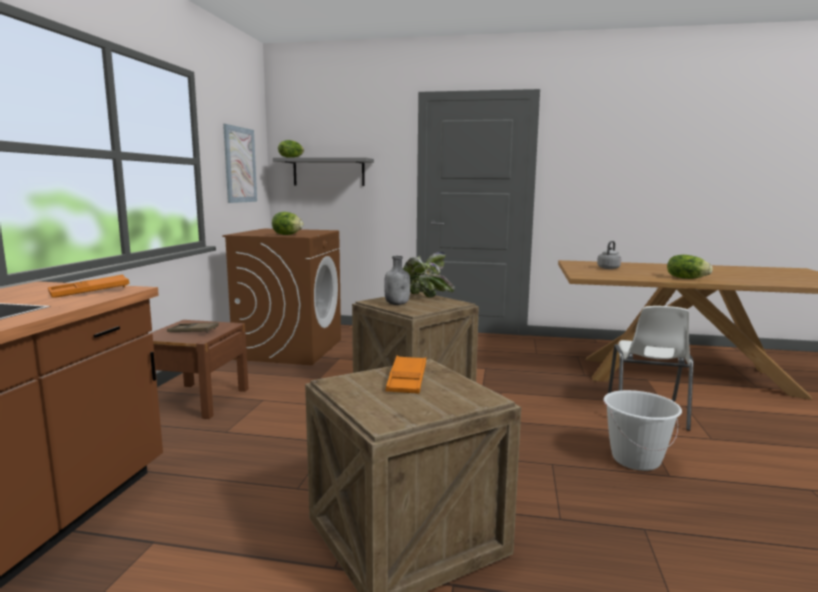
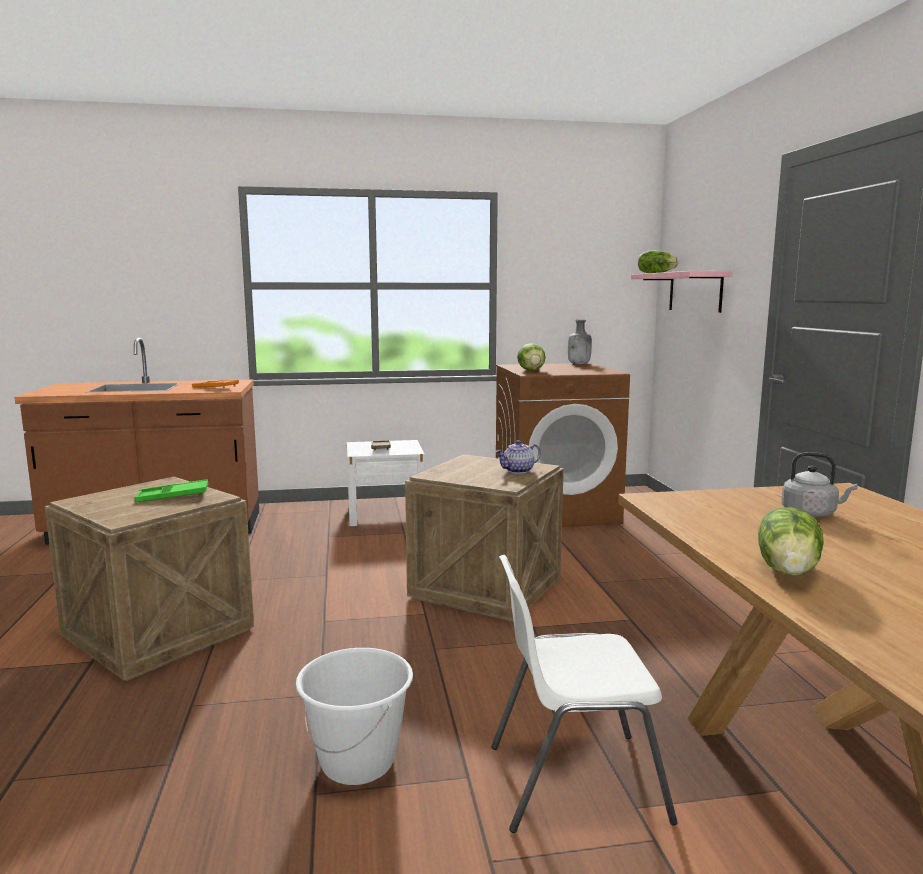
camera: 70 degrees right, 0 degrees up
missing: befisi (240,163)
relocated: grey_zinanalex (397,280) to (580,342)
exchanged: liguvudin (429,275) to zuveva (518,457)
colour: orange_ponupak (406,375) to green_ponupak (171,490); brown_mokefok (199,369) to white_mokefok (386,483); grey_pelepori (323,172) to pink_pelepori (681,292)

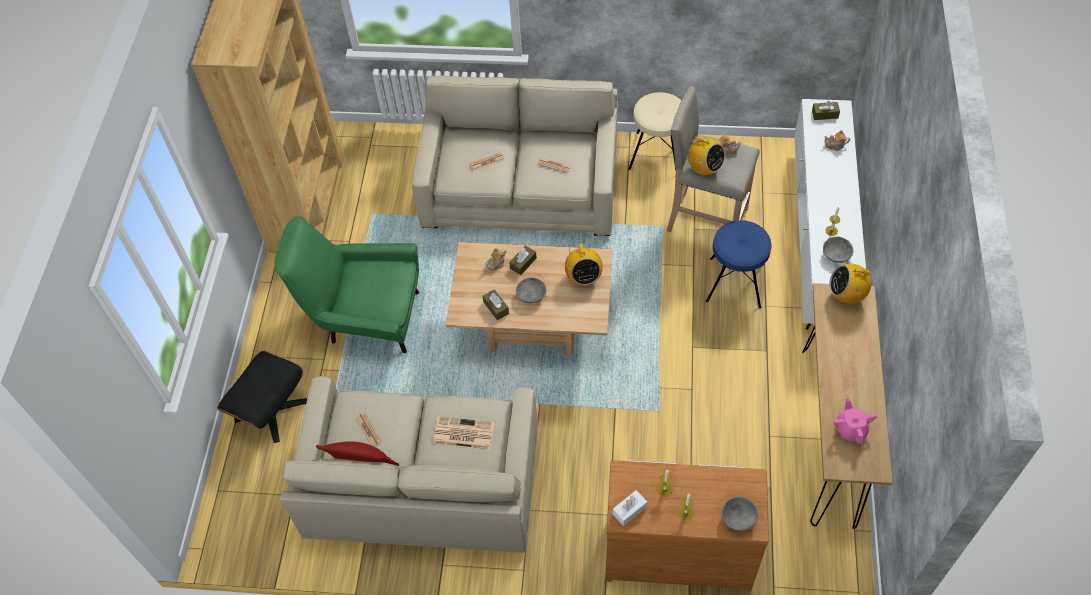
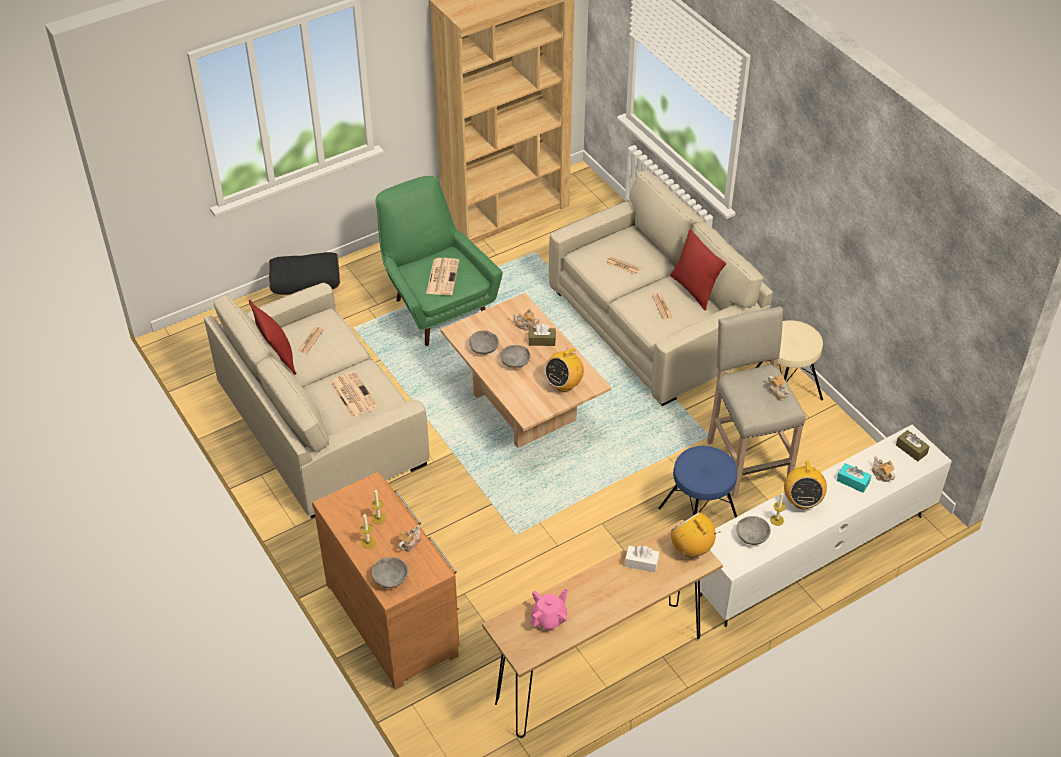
camera: 50 degrees right, 10 degrees down
appeared: zuveva (409,538); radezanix (442,276); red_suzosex (698,270); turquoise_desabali (854,478)
relocated: white_desabali (630,508) to (642,558); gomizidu (707,156) to (805,484)
exchanged: brown_desabali (496,304) to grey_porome (484,343)

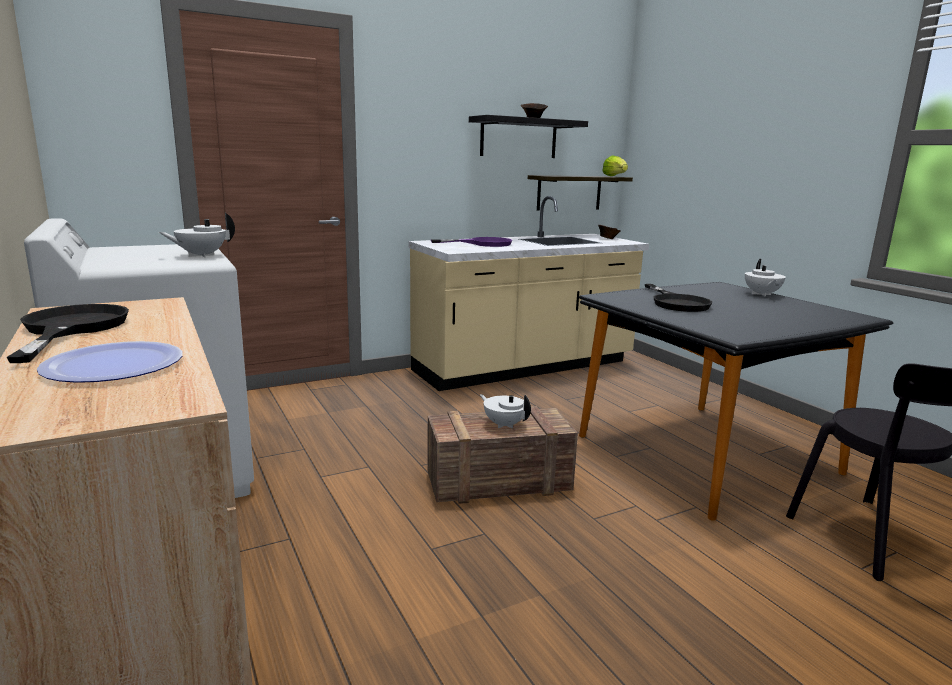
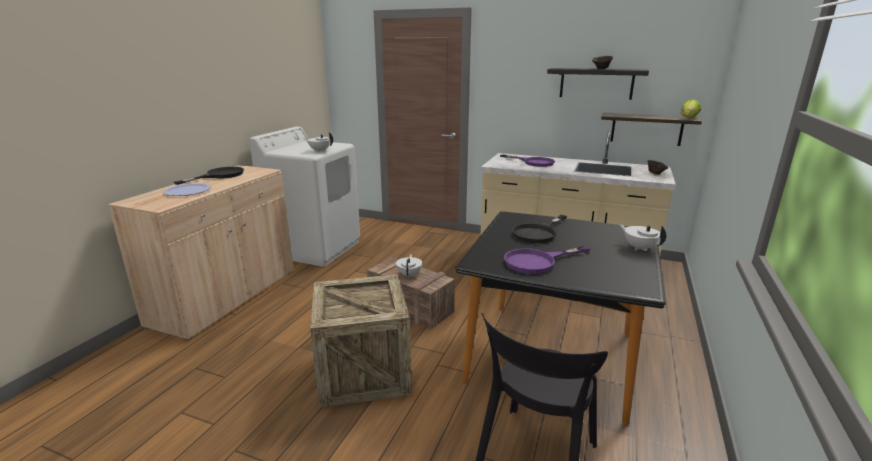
camera: 50 degrees right, 5 degrees up
appeared: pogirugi (361,341); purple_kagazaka (547,260)
spun: white_zuveva (765,278) = (642,237) 90 degrees clockwise

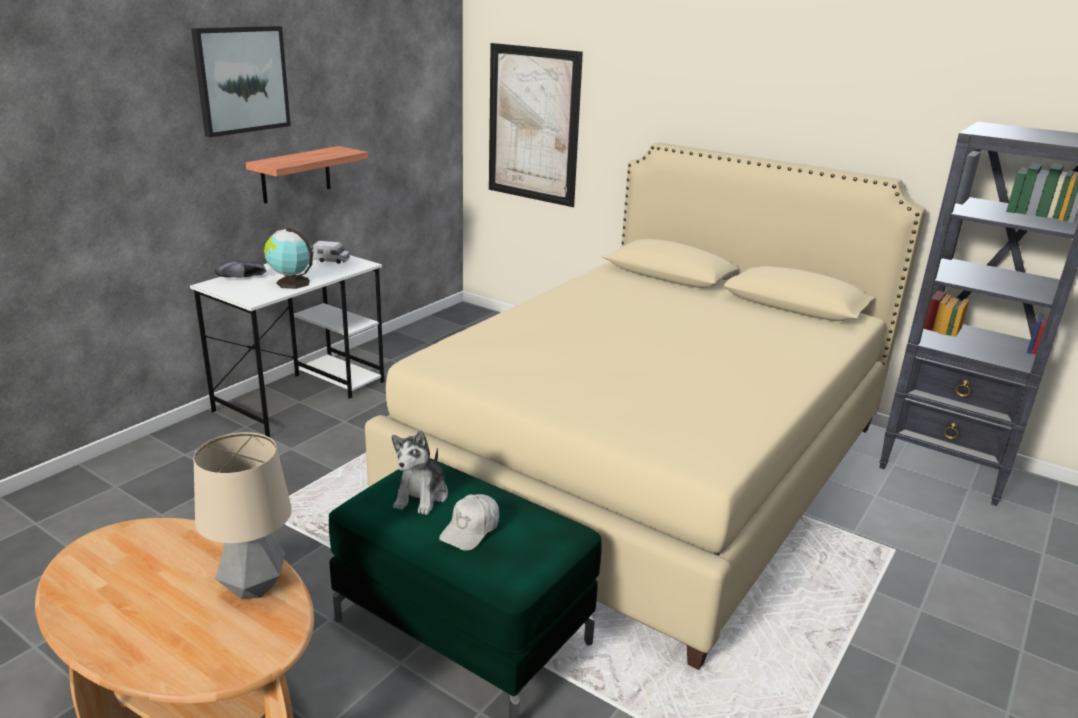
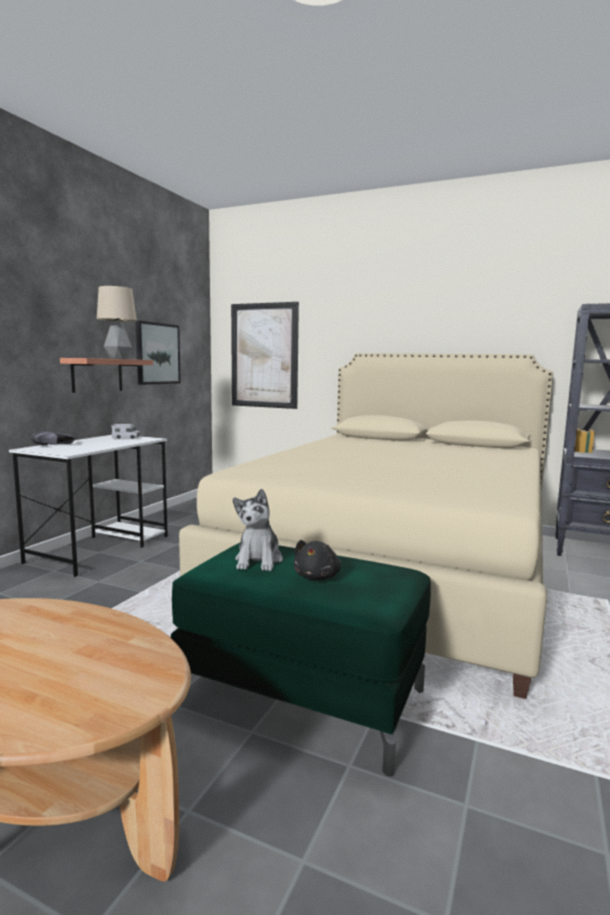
camera: 10 degrees left, 15 degrees down
missing: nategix (288,258)
relocated: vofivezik (243,515) to (117,322); befisi (241,81) to (158,353)
exchanged: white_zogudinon (469,522) to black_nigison (317,560)

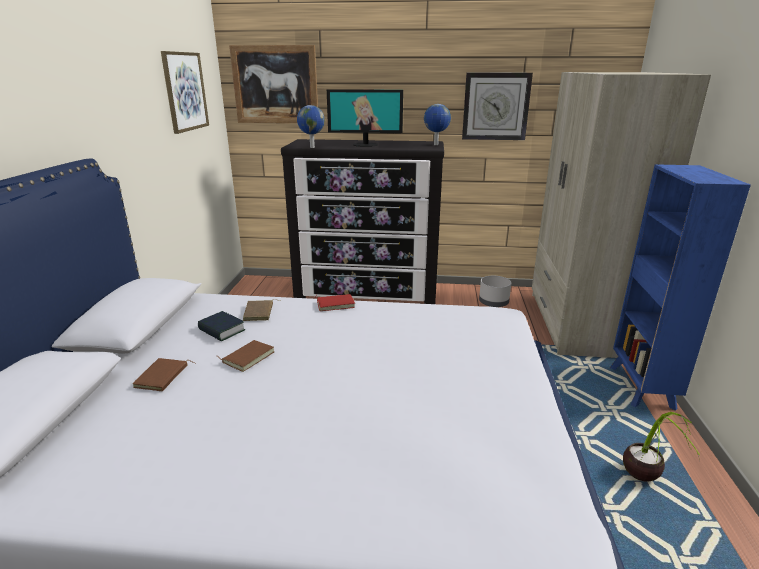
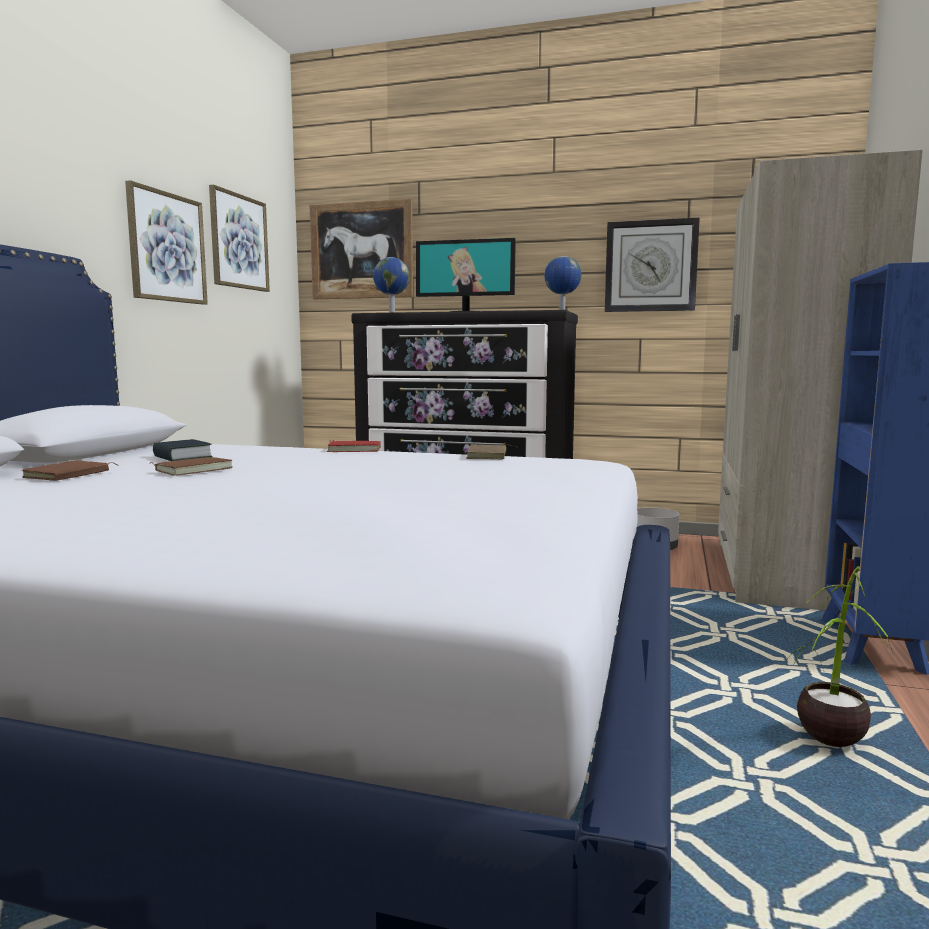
camera: 10 degrees right, 15 degrees down
appeared: befisi (166,242)
relocated: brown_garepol (261,310) to (489,452)

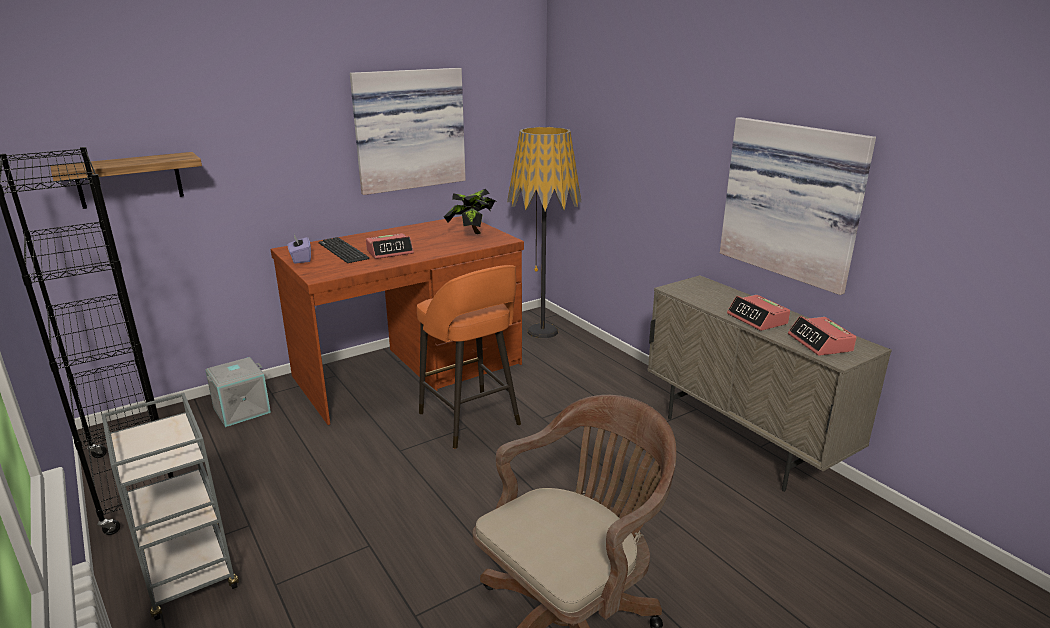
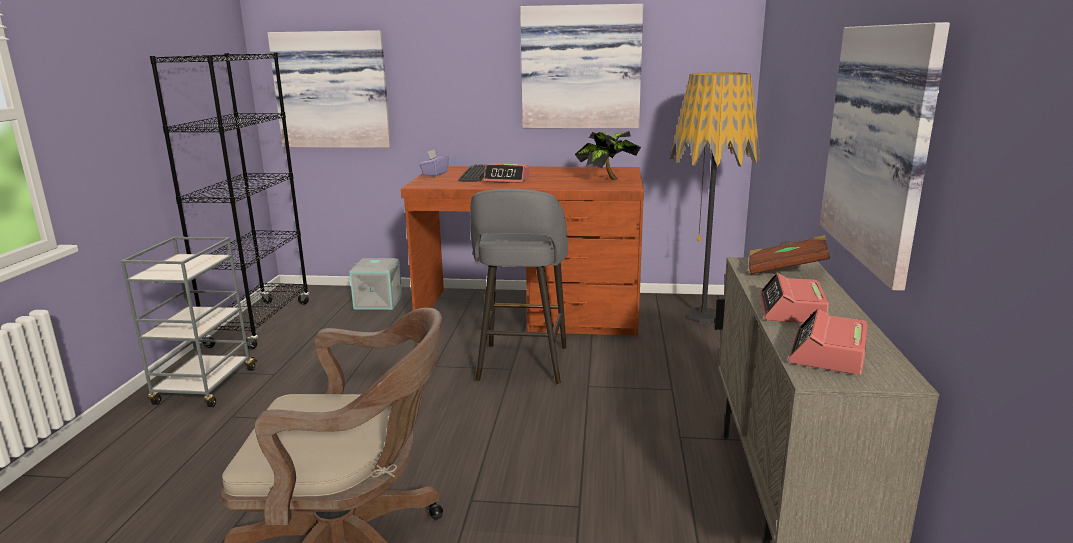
camera: 40 degrees right, 5 degrees down
appeared: brown_garepol (789,254)
exchanged: pelepori (126,180) to befisi (329,89)
colour: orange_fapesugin (469,357) to grey_fapesugin (519,286)

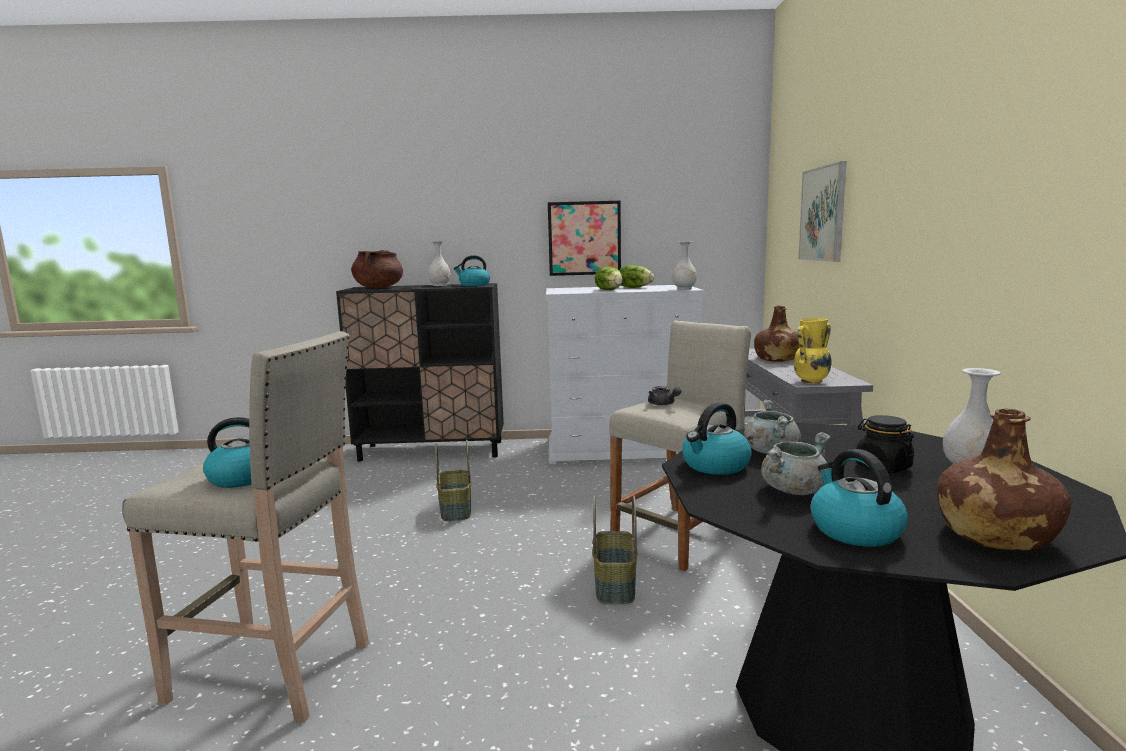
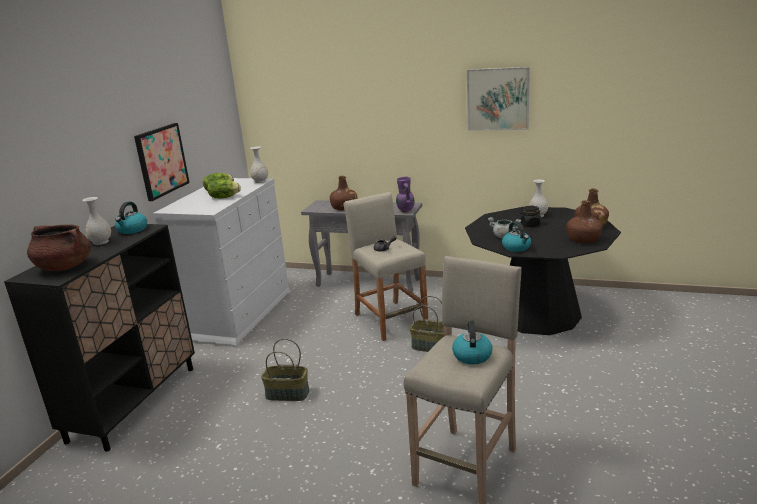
camera: 70 degrees left, 10 degrees up
missing: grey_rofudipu (795,463)
relocated: befisi (822,211) to (498,99)
exchanged: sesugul (859,498) to brown_zinanalex (584,222)
colour: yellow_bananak (812,351) to purple_bananak (405,194)

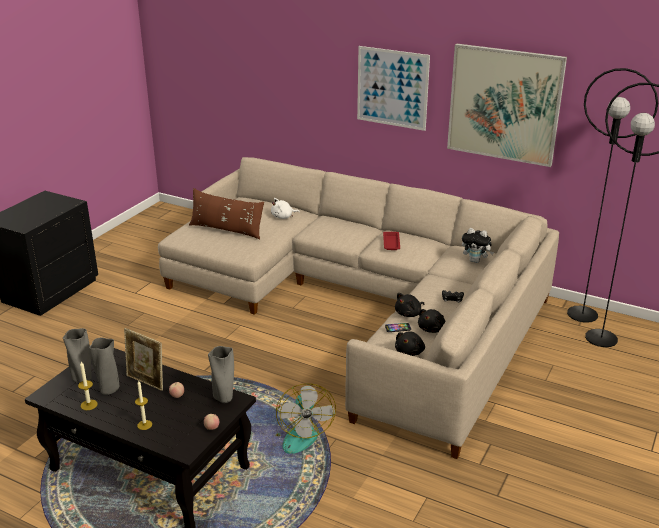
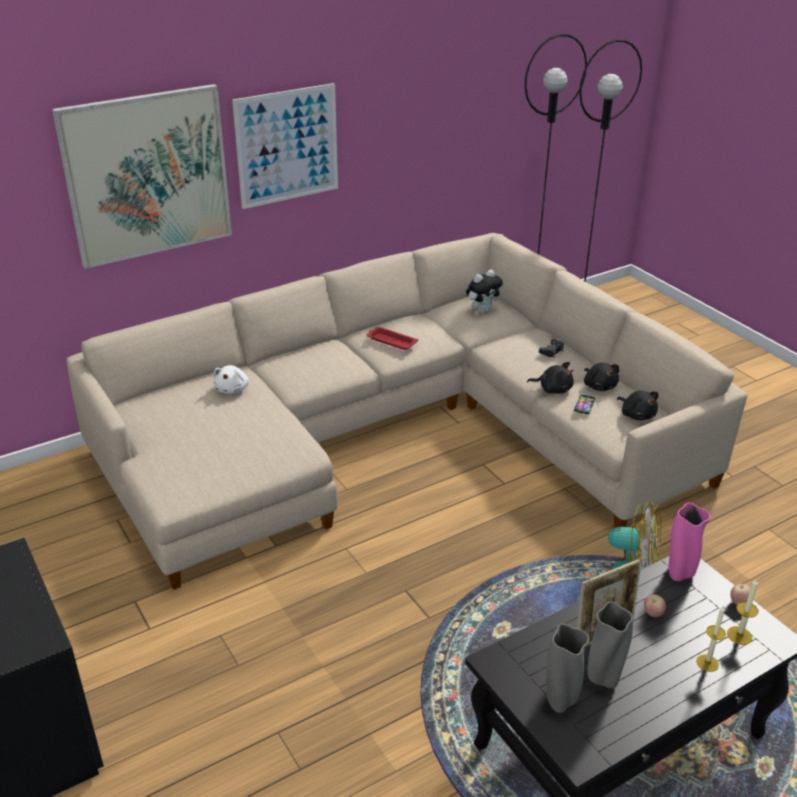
camera: 60 degrees left, 5 degrees up
missing: brown_suzosex (226,213)
relocated: befisi (507,105) to (142,176); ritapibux (88,386) to (742,611)
colour: grey_bananak (221,374) to pink_bananak (689,542)
spun: black_nigison (409,305) = (550,378) 60 degrees counterclockwise

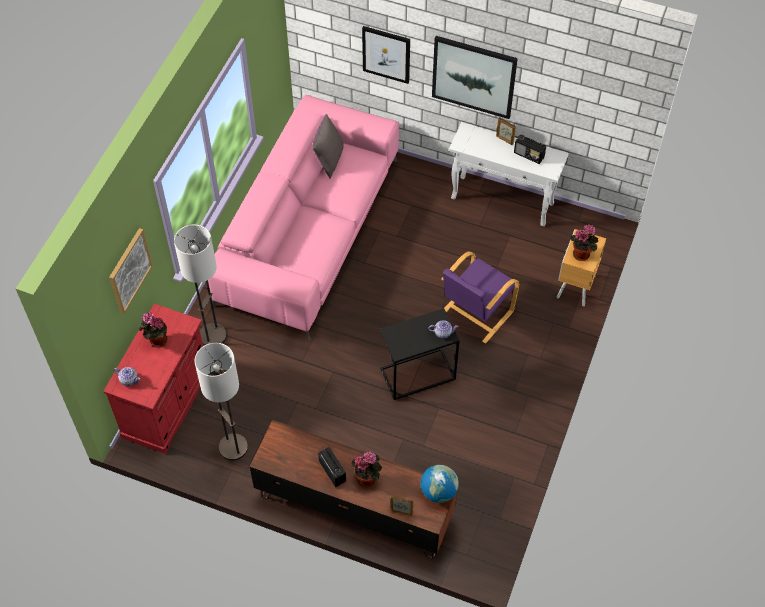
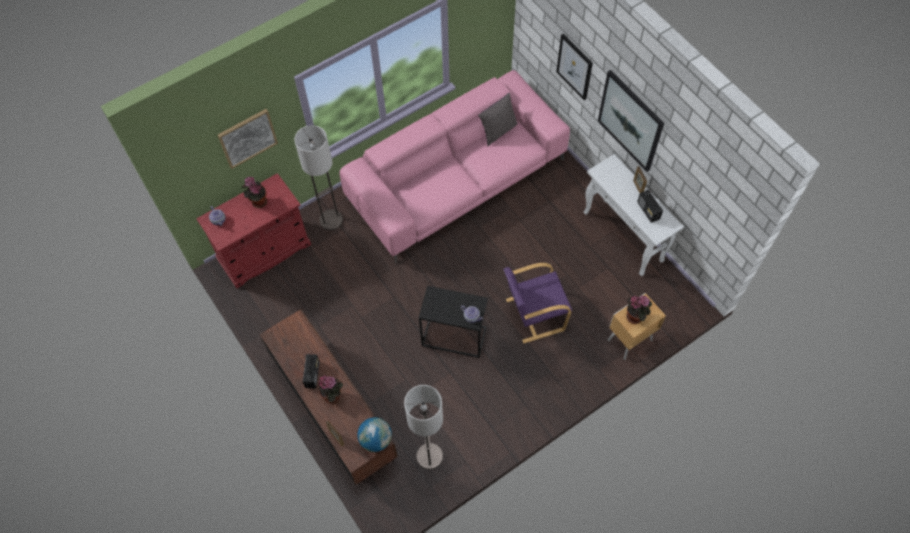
camera: 35 degrees right, 5 degrees up
relocated: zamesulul (221,401) to (423,427)

